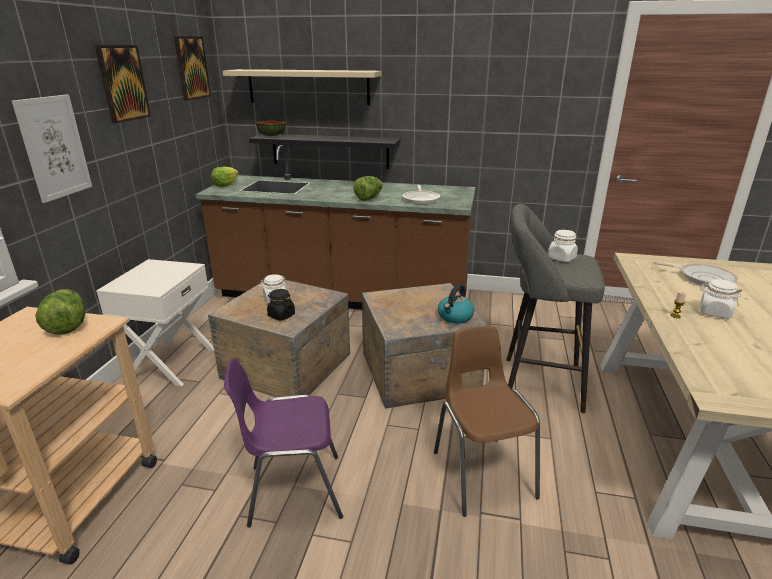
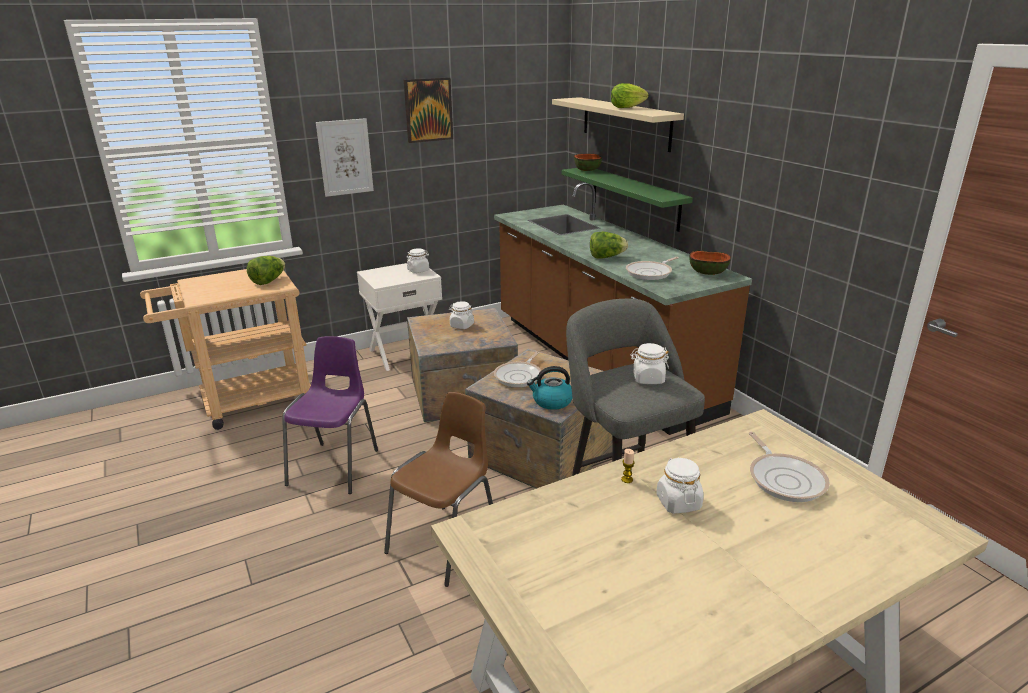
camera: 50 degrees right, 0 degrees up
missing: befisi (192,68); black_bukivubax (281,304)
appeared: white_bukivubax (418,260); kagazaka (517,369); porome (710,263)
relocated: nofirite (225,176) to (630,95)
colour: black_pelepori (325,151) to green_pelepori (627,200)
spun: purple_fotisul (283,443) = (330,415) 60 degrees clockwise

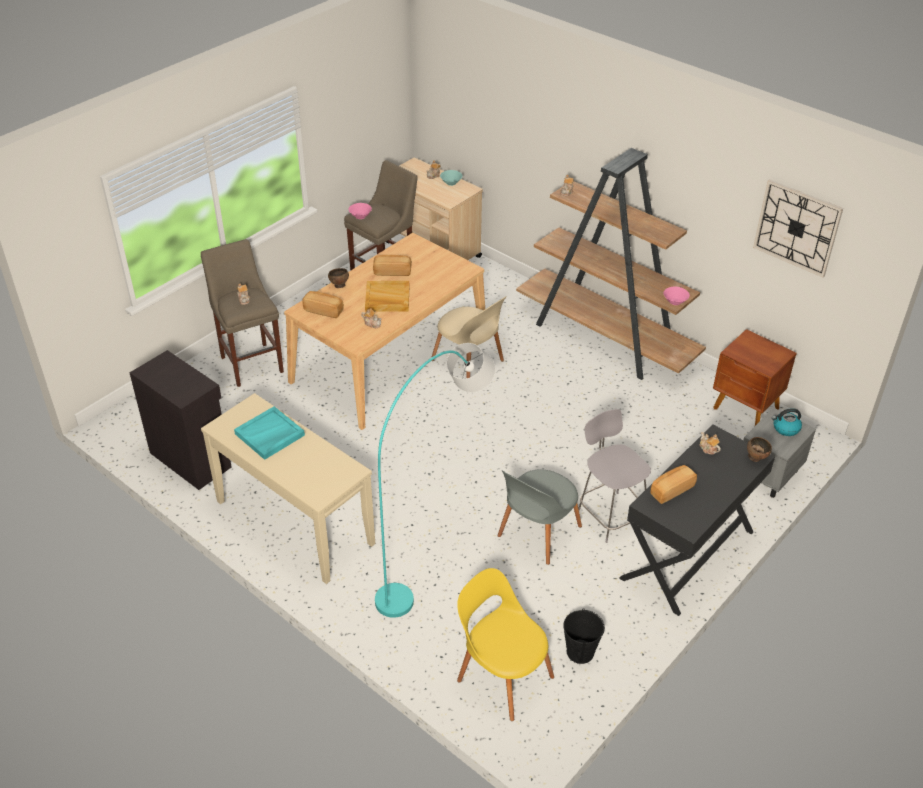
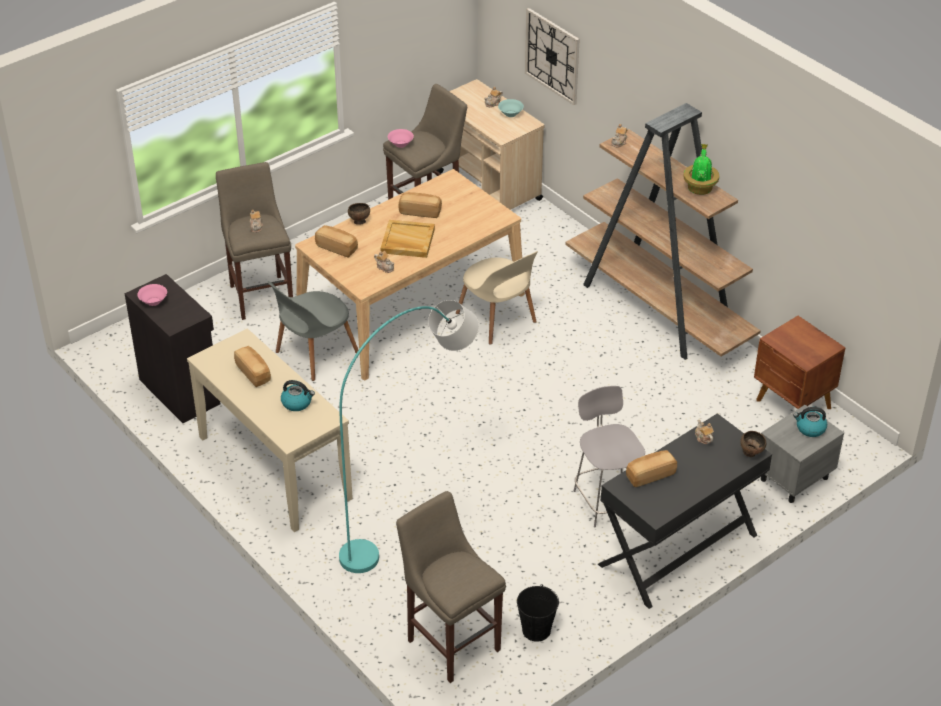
camera: 10 degrees right, 0 degrees up
appeared: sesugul (298,395); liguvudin (701,169)
relocated: pink_porome (677,296) to (152,295); grey_fotisul (540,517) to (313,331); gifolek (798,228) to (552,56)
exchanged: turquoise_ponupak (269,433) to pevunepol (252,366); yellow_fotisul (505,644) to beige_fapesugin (451,587)

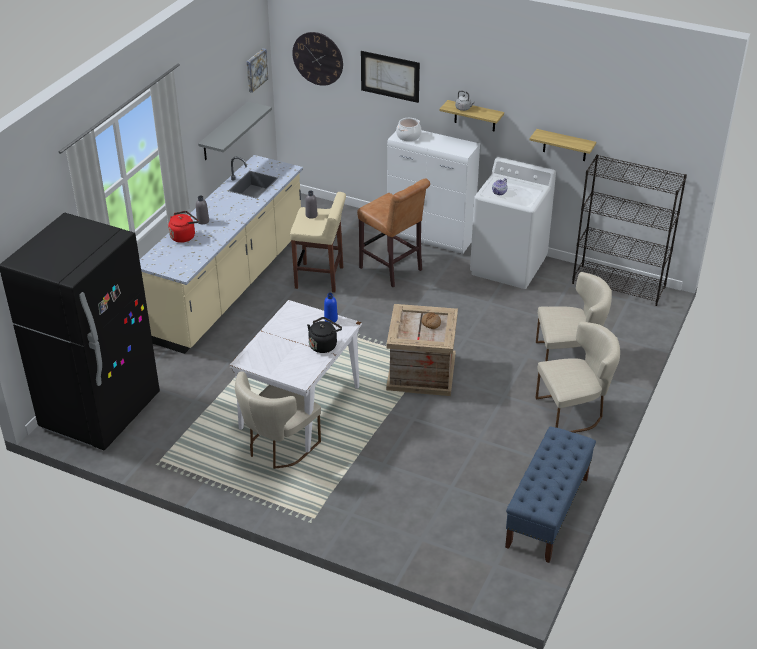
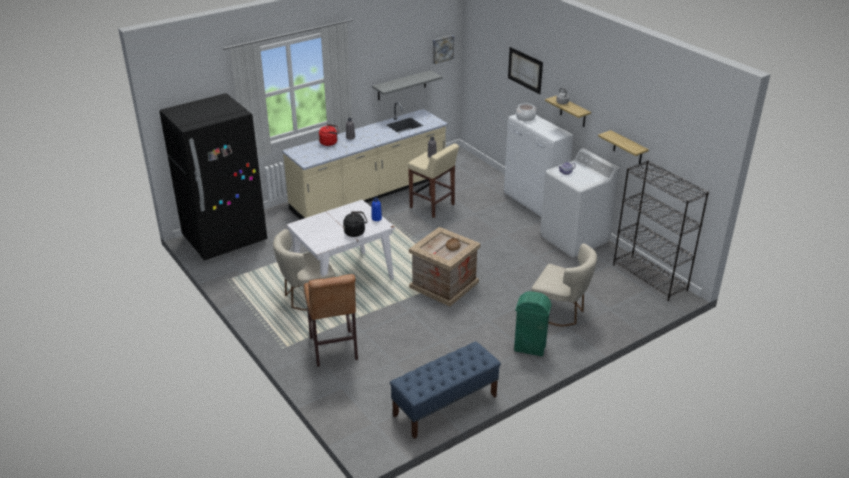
camera: 30 degrees right, 5 degrees down
missing: gifolek (317,59)
relocated: brown_fapesugin (393,232) to (331,320)
exchanged: beige_fotisul (577,377) to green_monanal (533,323)

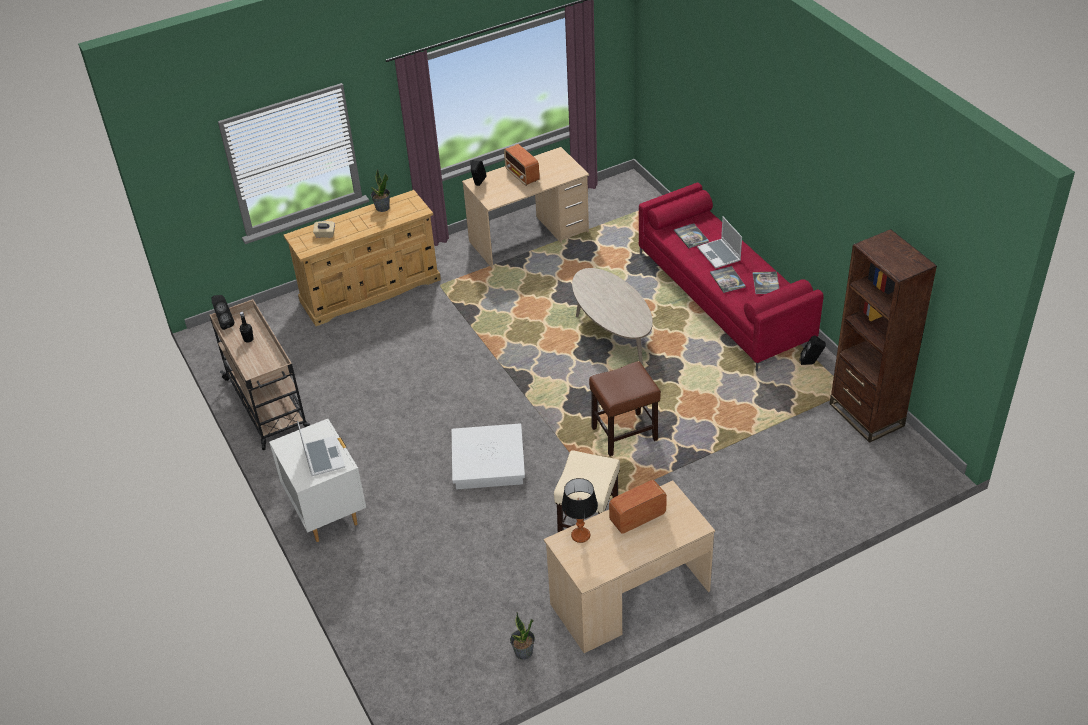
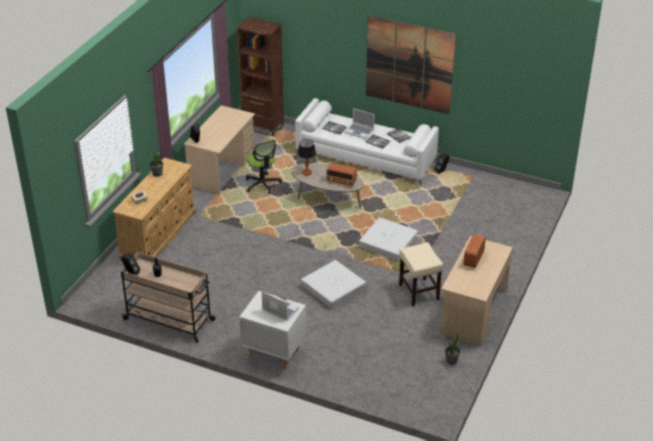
camera: 40 degrees left, 5 degrees down
appeared: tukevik (264,167); befisi (411,65)
relocated: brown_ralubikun (883,336) to (260,76); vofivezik (579,510) to (307,157); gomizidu (522,165) to (341,175)
exchanged: brown_fapesugin (625,408) to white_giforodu (388,239)
colour: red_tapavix (731,277) to white_tapavix (367,142)

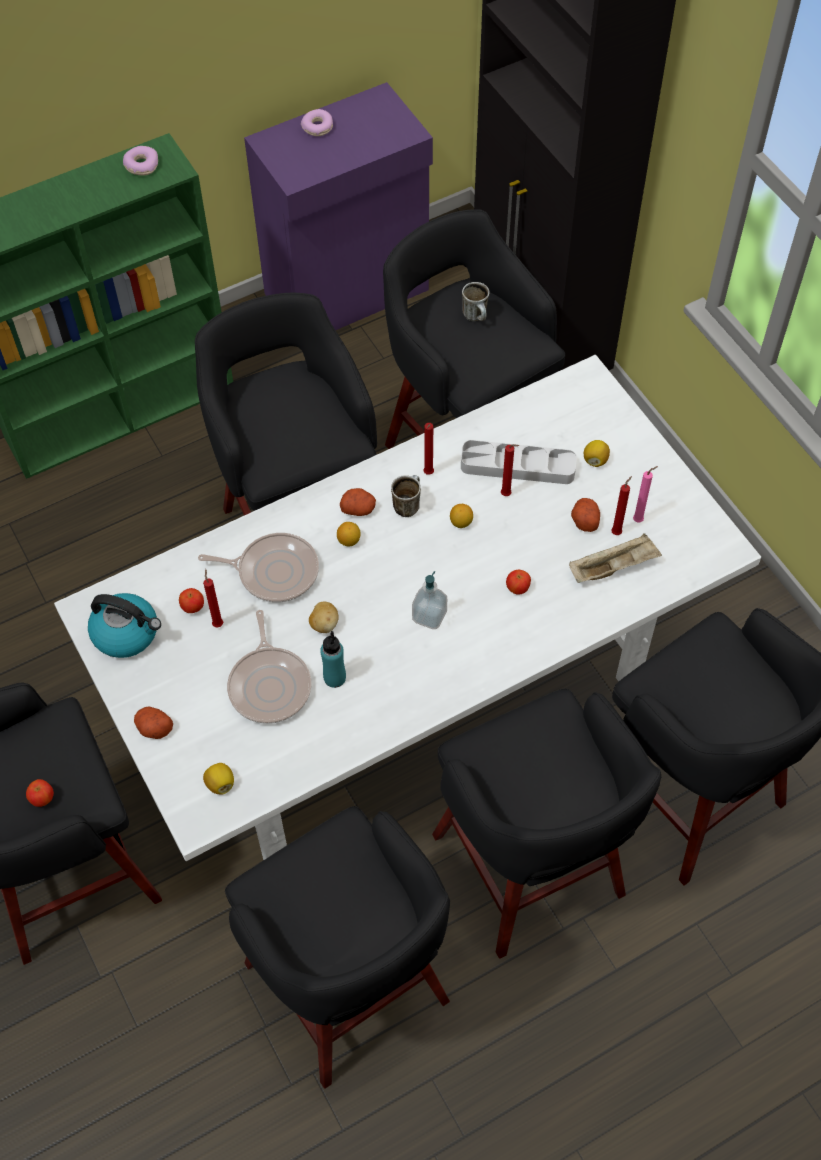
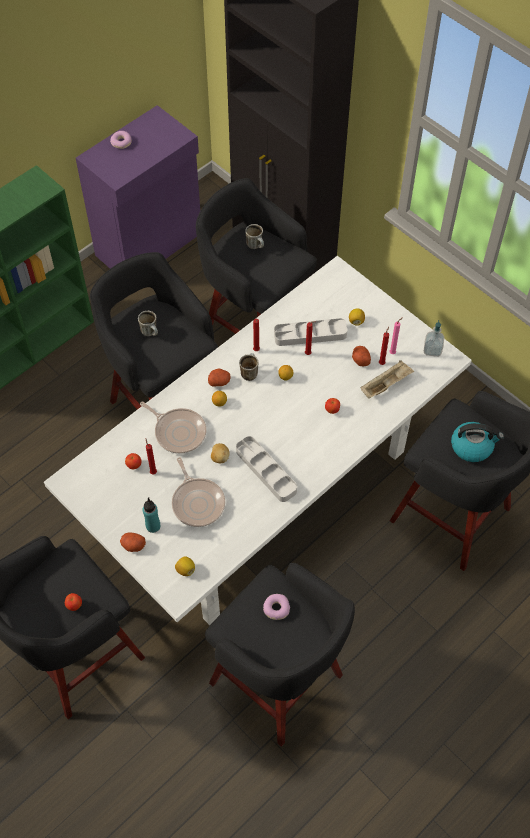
camera: 15 degrees left, 0 degrees up
missing: black_fapesugin (546,823)
appeared: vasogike (148,323); grey_ponupak (266,469)
relocated: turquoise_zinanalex (333,659) to (151,515); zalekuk (140,160) to (276,607); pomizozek (429,600) to (434,338); sesugul (124,625) to (477,442)
spun: kagazaka (258,568) = (173,428) 45 degrees clockwise

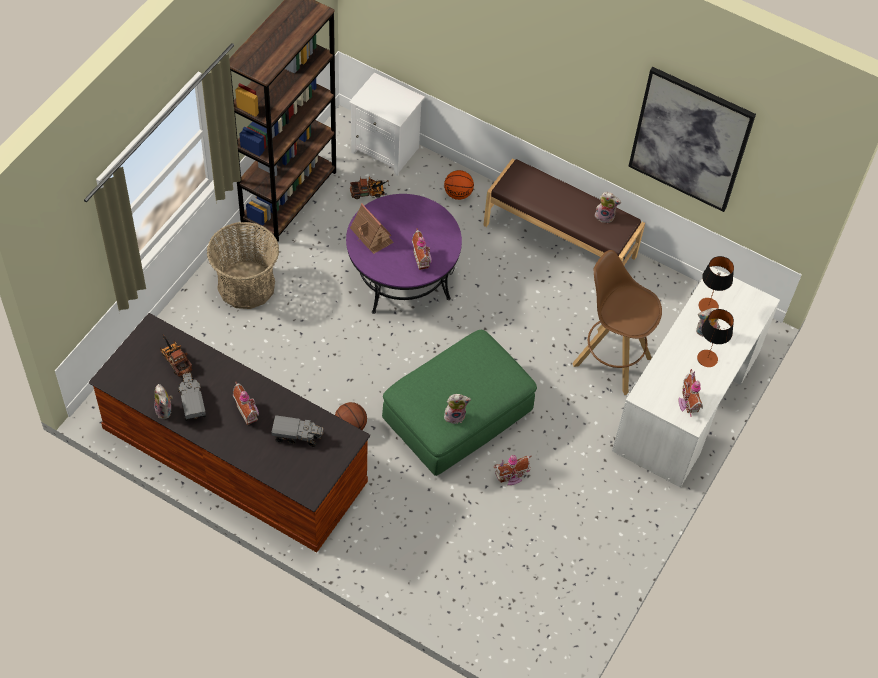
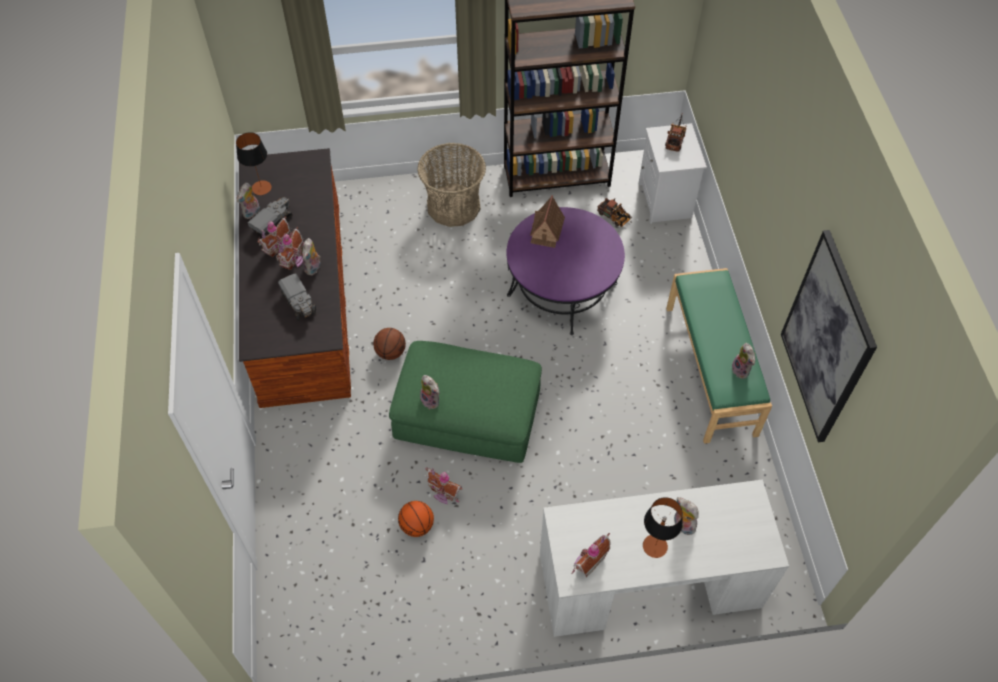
camera: 55 degrees right, 0 degrees up
missing: brown_fapesugin (617,322)
appeared: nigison (311,256)
relocated: vofivezik (716,283) to (253,163); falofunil (422,249) to (275,236); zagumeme (459,185) to (416,519); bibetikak (176,355) to (676,133)
colour: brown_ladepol (564,211) to green_ladepol (719,356)

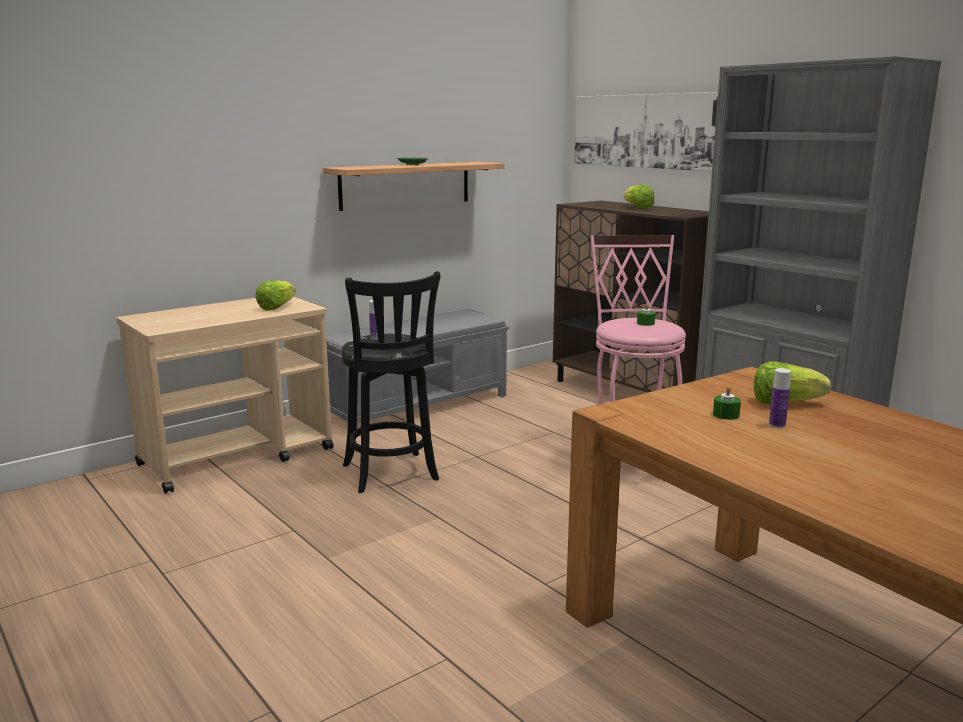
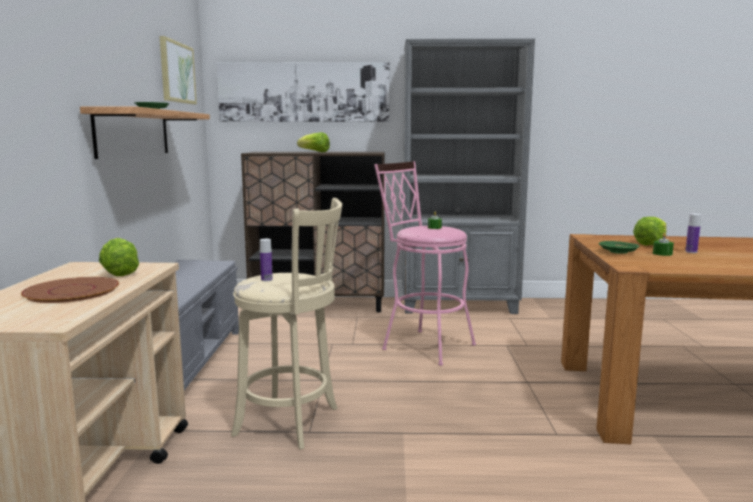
camera: 50 degrees left, 5 degrees down
appeared: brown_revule (70,290); befisi (178,70); green_revule (619,247)
colour: black_fapesugin (391,382) to beige_fapesugin (286,323)

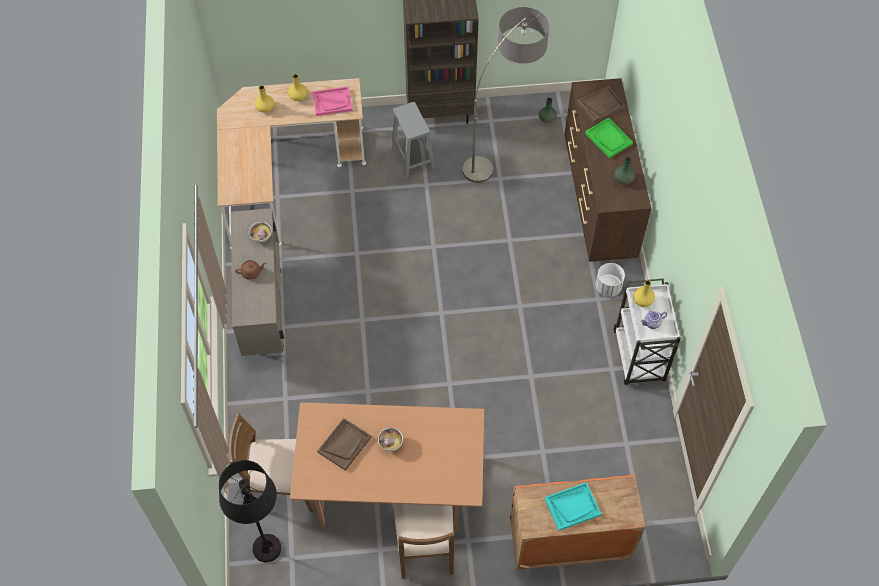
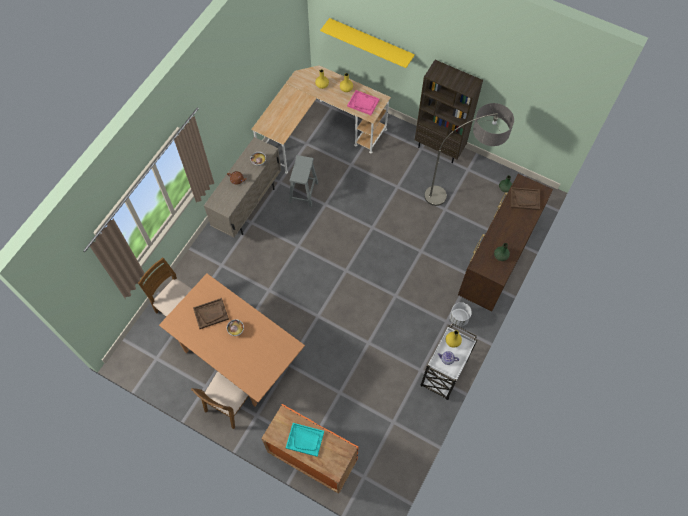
camera: 35 degrees right, 5 degrees up
missing: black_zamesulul (250,511); green_ponupak (609,138)
appeared: yellow_pelepori (367,43)
relocated: grey_fapesugin (413,140) to (303,181)

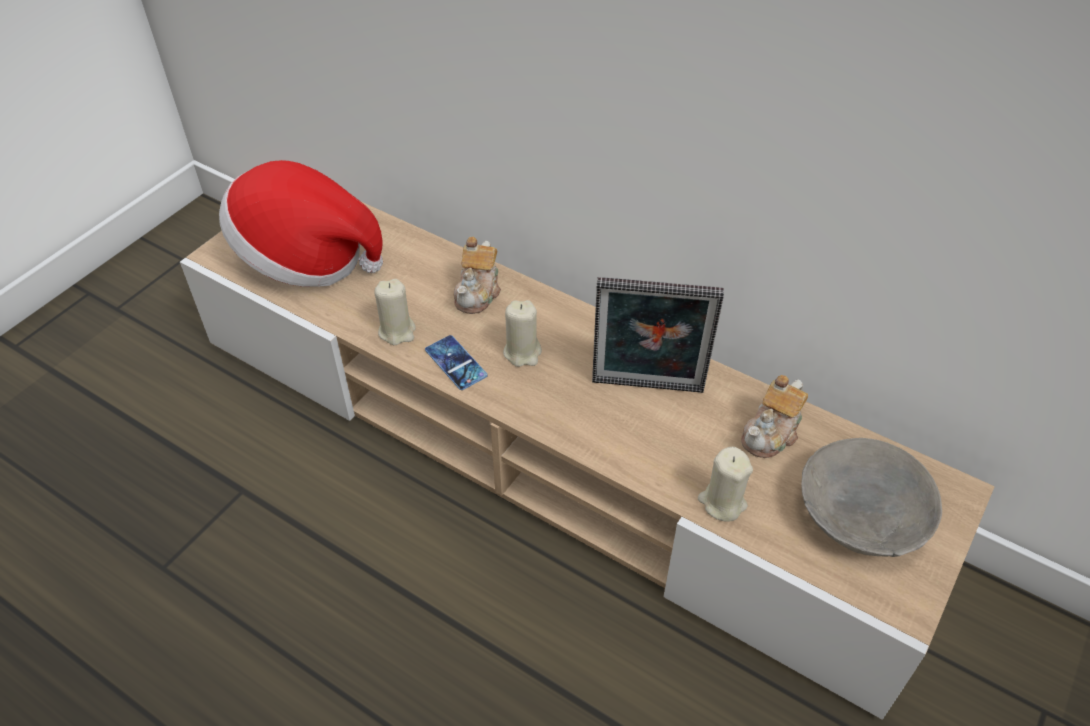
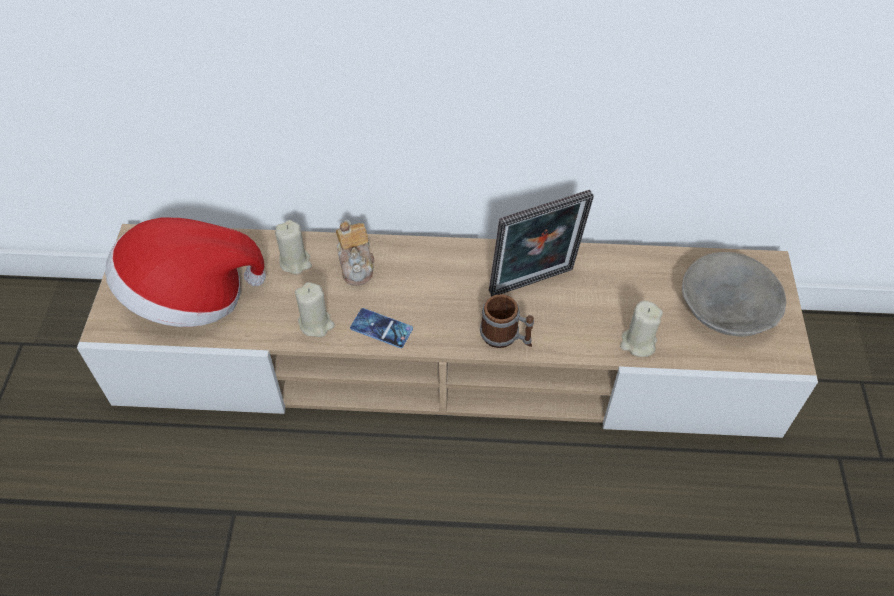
camera: 30 degrees left, 5 degrees up
missing: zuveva (774,416)
appeared: vasogike (507,321)
relocated: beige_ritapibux (522,333) to (293,247)

